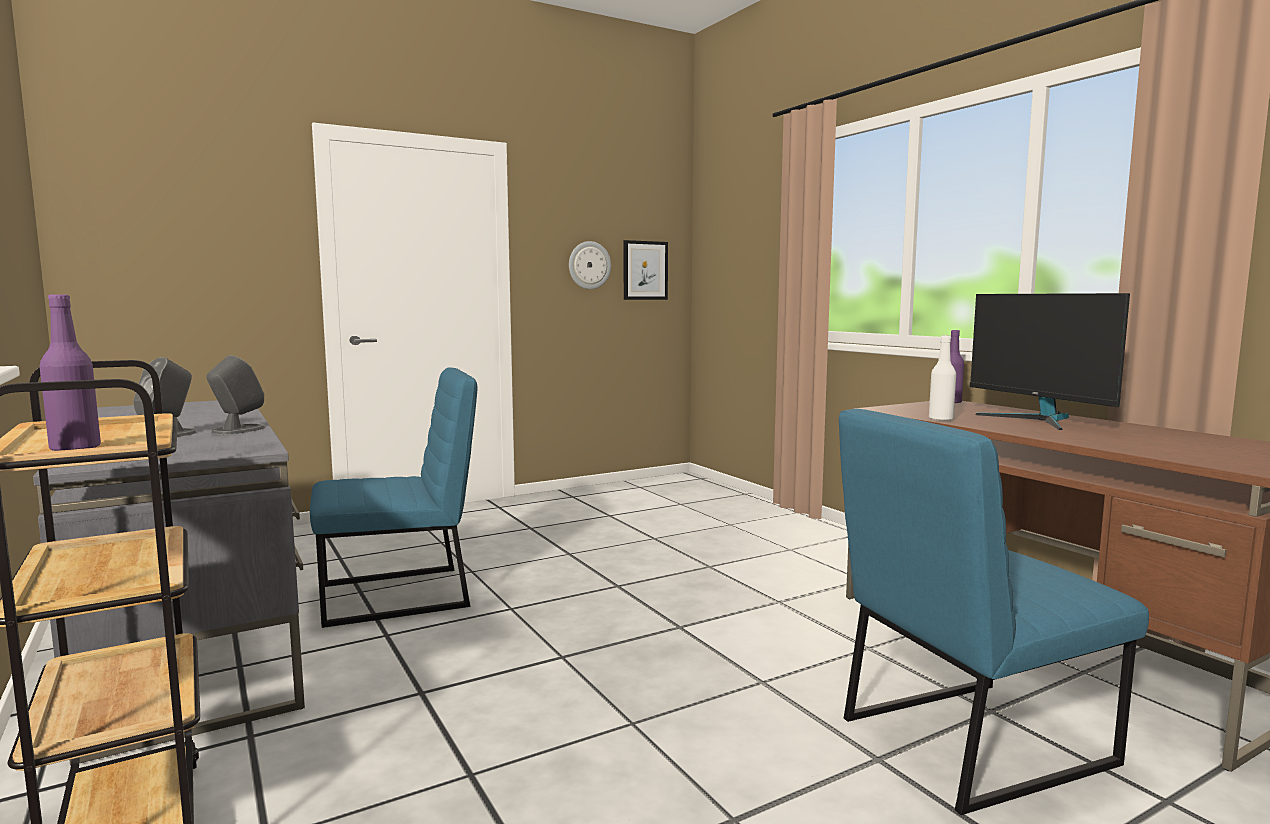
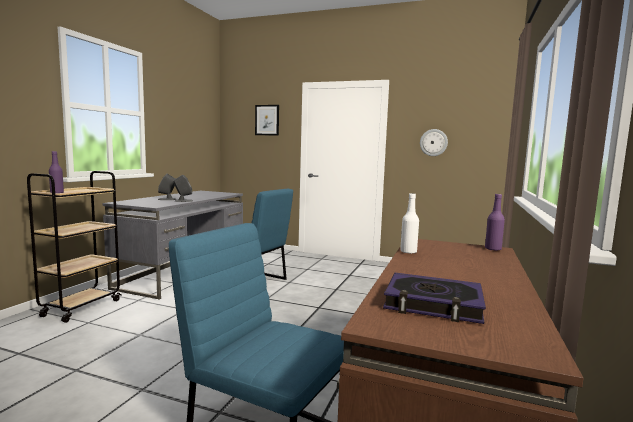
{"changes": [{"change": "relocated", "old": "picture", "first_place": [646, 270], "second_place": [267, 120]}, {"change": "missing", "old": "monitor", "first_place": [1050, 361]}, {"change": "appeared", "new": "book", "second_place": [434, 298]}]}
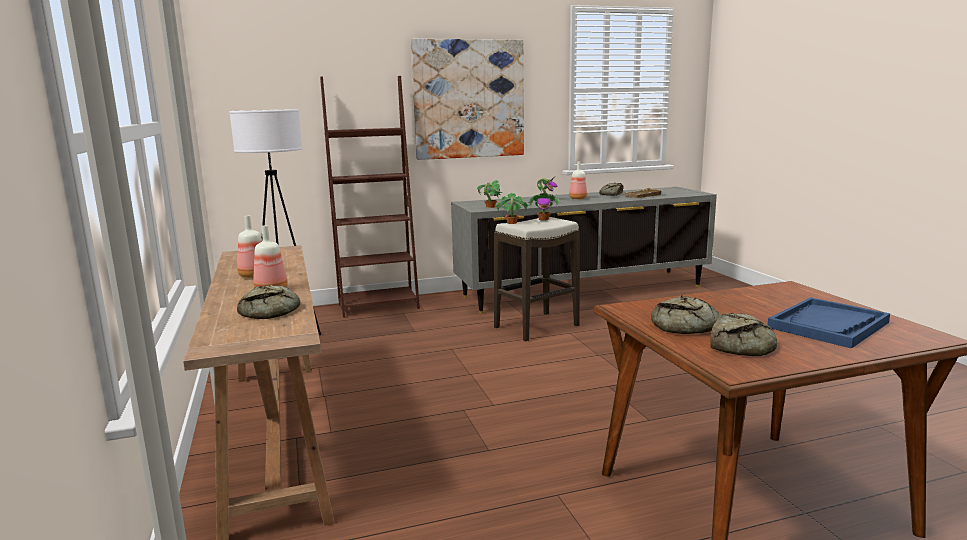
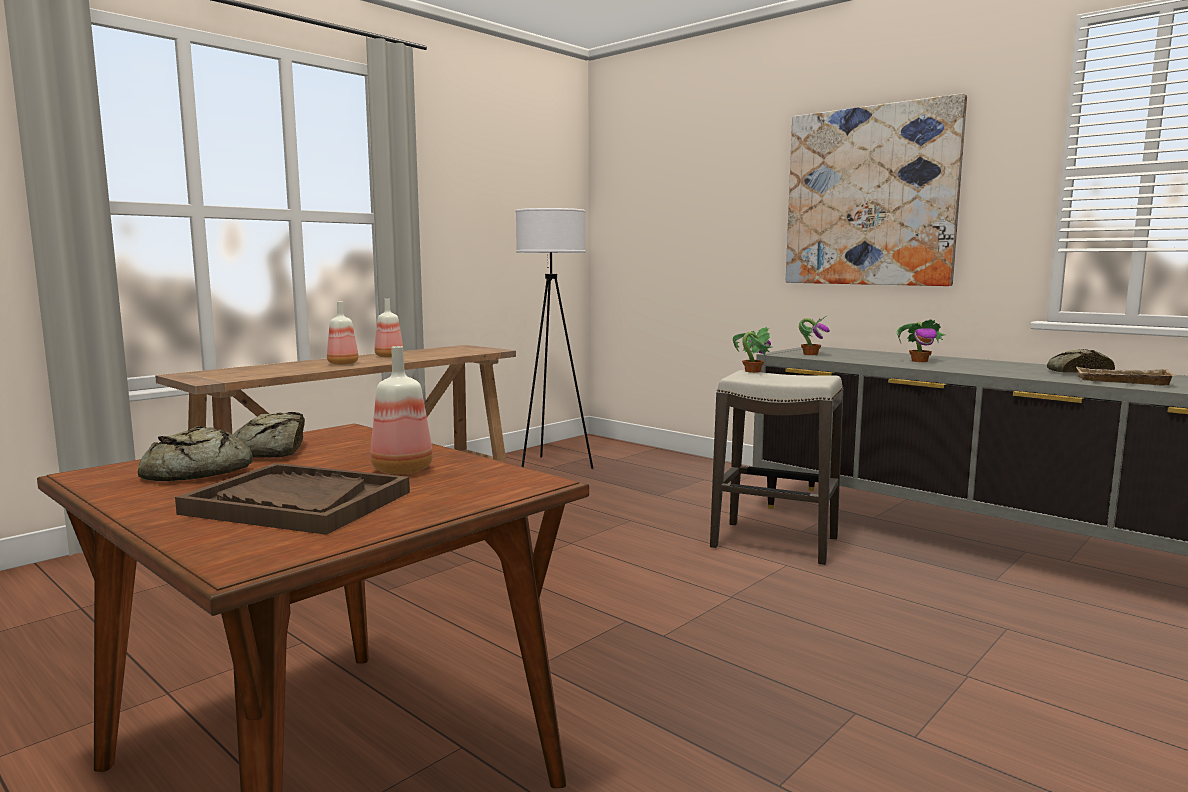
{"changes": [{"change": "missing", "old": "bread", "first_place": [268, 302]}, {"change": "missing", "old": "bookcase/brown", "first_place": [370, 197]}, {"change": "missing", "old": "potted plant", "first_place": [544, 206]}, {"change": "relocated", "old": "bottle", "first_place": [578, 180], "second_place": [401, 410]}, {"change": "colour", "old": "tray/blue", "new": "tray/brown", "first_place": [828, 322], "second_place": [292, 499]}]}
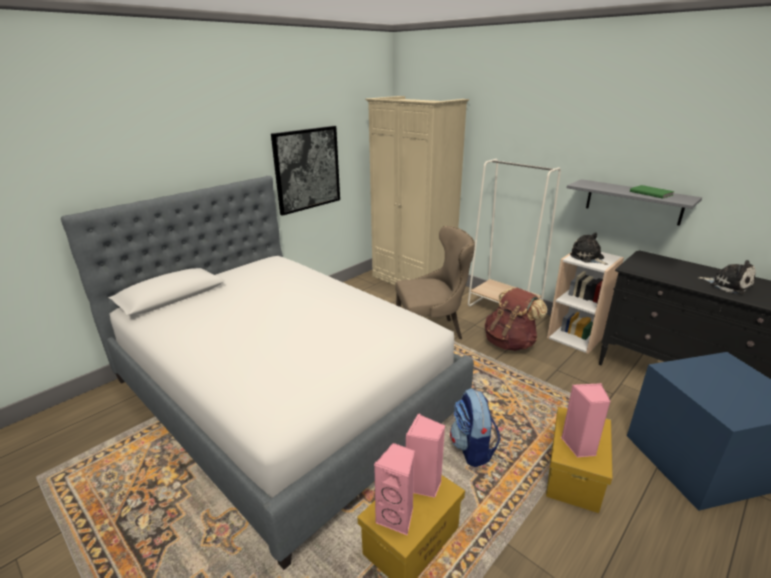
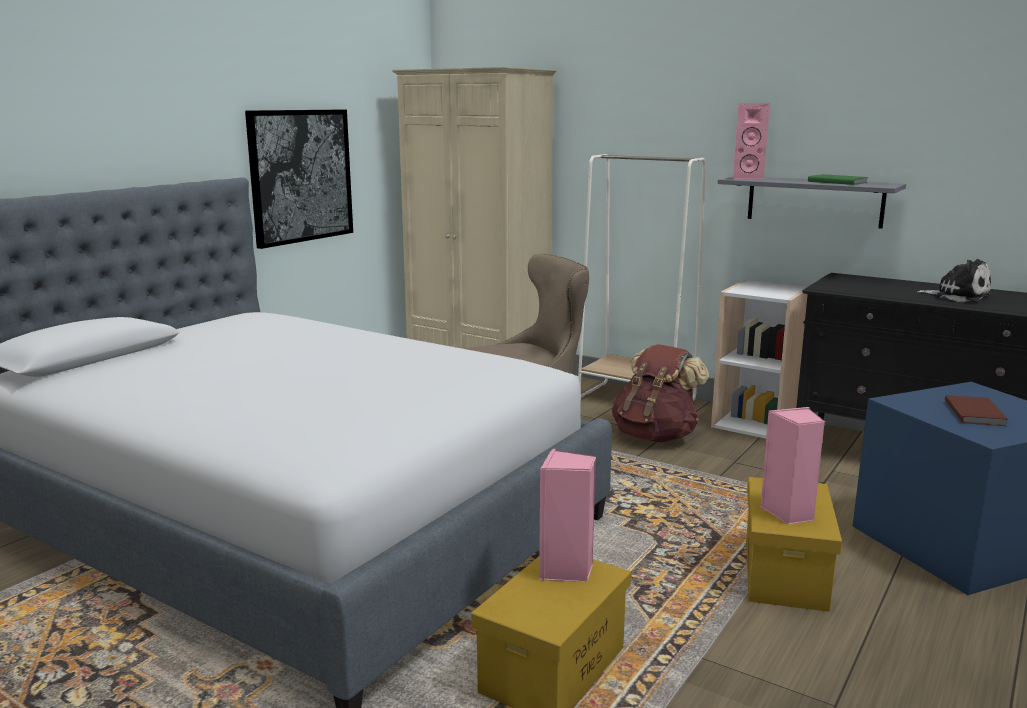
{"changes": [{"change": "relocated", "old": "speaker/pink", "first_place": [394, 489], "second_place": [751, 141]}, {"change": "missing", "old": "backpack", "first_place": [475, 427]}, {"change": "missing", "old": "plush toy", "first_place": [589, 249]}, {"change": "appeared", "new": "book/brown", "second_place": [976, 410]}]}
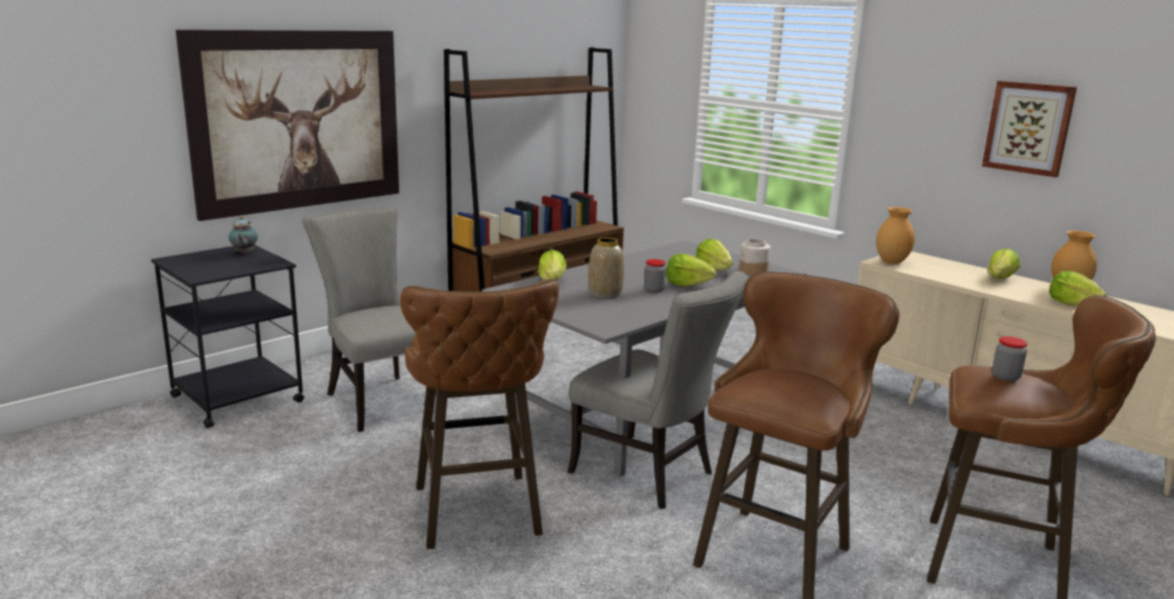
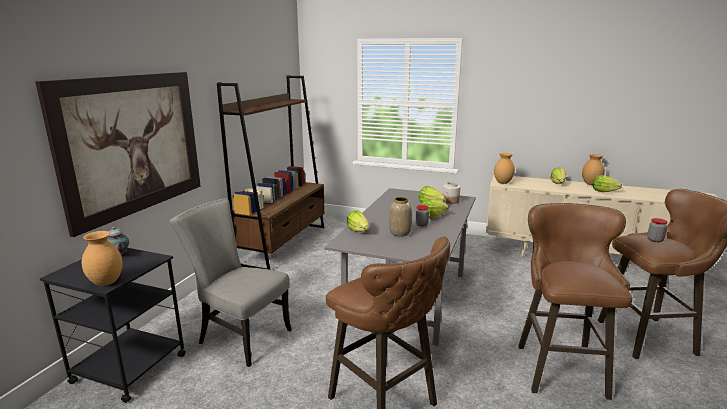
{"changes": [{"change": "missing", "old": "chair/grey", "first_place": [658, 390]}, {"change": "missing", "old": "picture", "first_place": [1029, 129]}, {"change": "appeared", "new": "vase/brown", "second_place": [102, 258]}]}
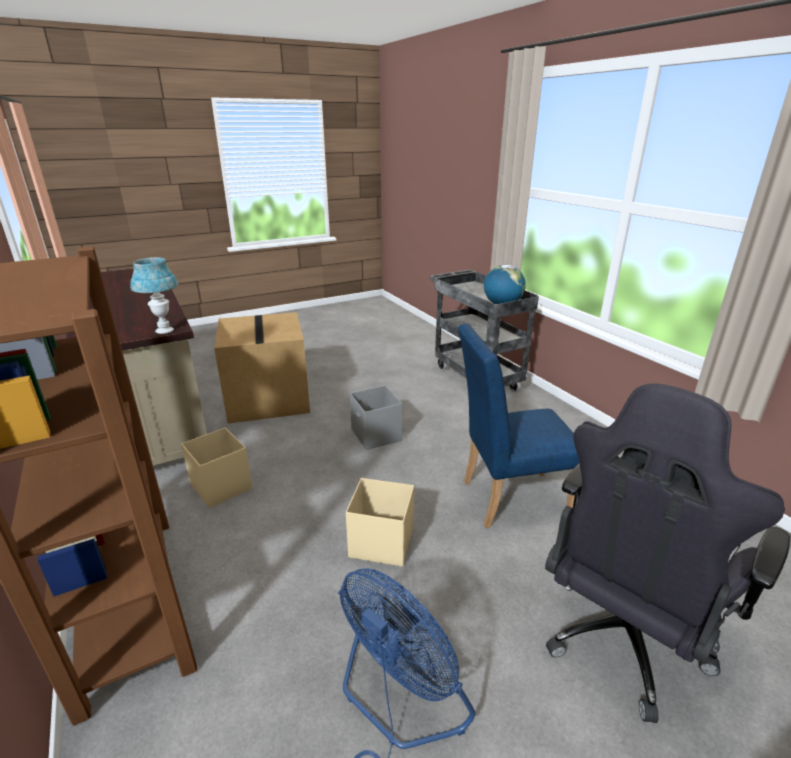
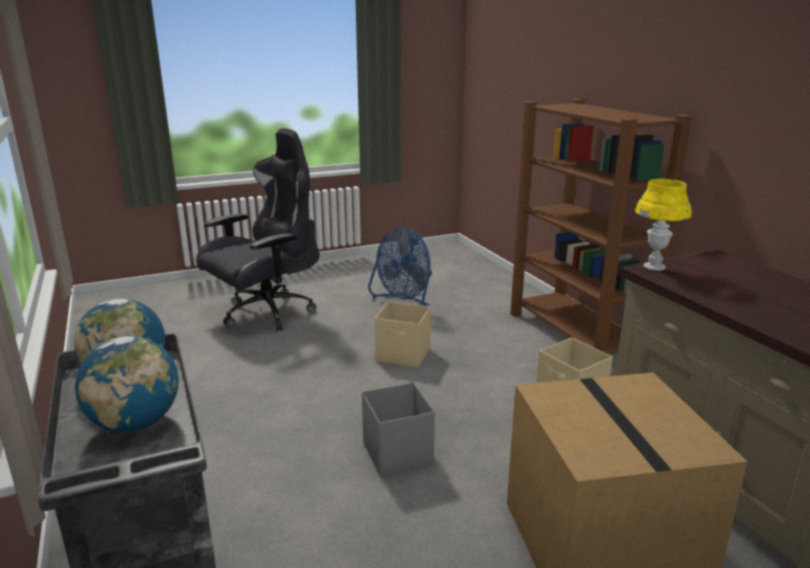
{"changes": [{"change": "colour", "old": "table lamp/blue", "new": "table lamp/yellow", "first_place": [154, 295], "second_place": [663, 225]}, {"change": "missing", "old": "chair/blue", "first_place": [519, 426]}, {"change": "appeared", "new": "globe", "second_place": [127, 384]}]}
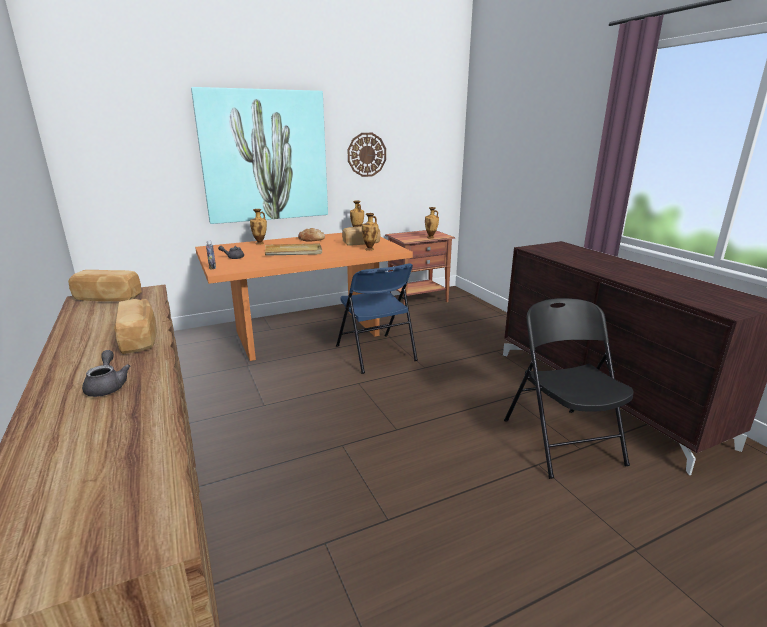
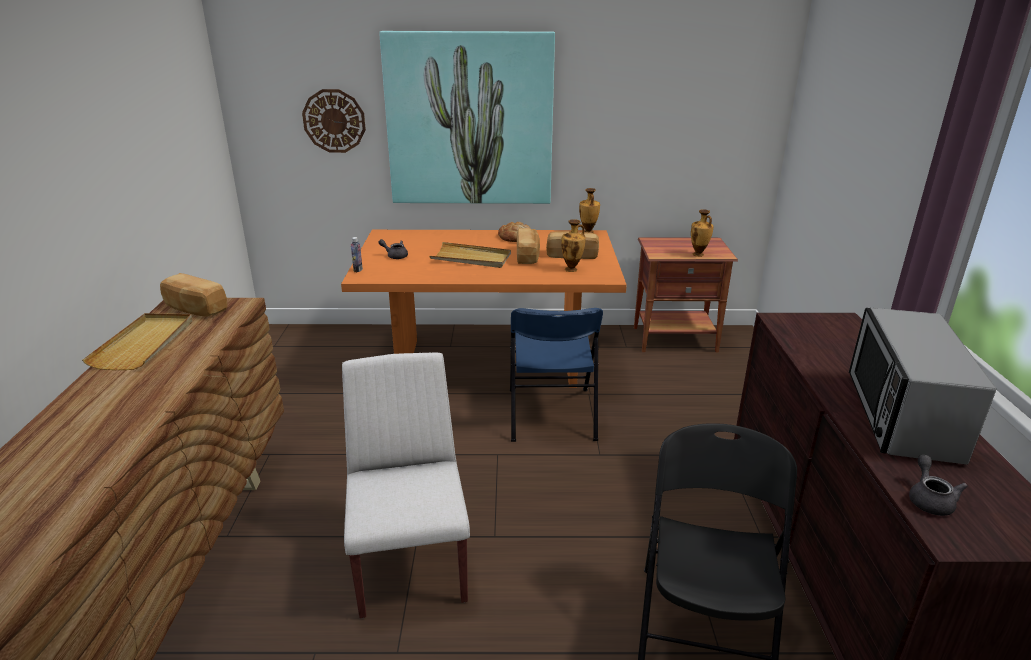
{"changes": [{"change": "relocated", "old": "teapot/grey", "first_place": [106, 373], "second_place": [938, 485]}, {"change": "relocated", "old": "bread", "first_place": [135, 326], "second_place": [528, 246]}, {"change": "missing", "old": "vase", "first_place": [258, 227]}, {"change": "relocated", "old": "wall clock", "first_place": [367, 155], "second_place": [334, 121]}, {"change": "appeared", "new": "tray/beige", "second_place": [137, 341]}, {"change": "appeared", "new": "chair/white", "second_place": [406, 485]}, {"change": "appeared", "new": "microwave", "second_place": [922, 386]}]}
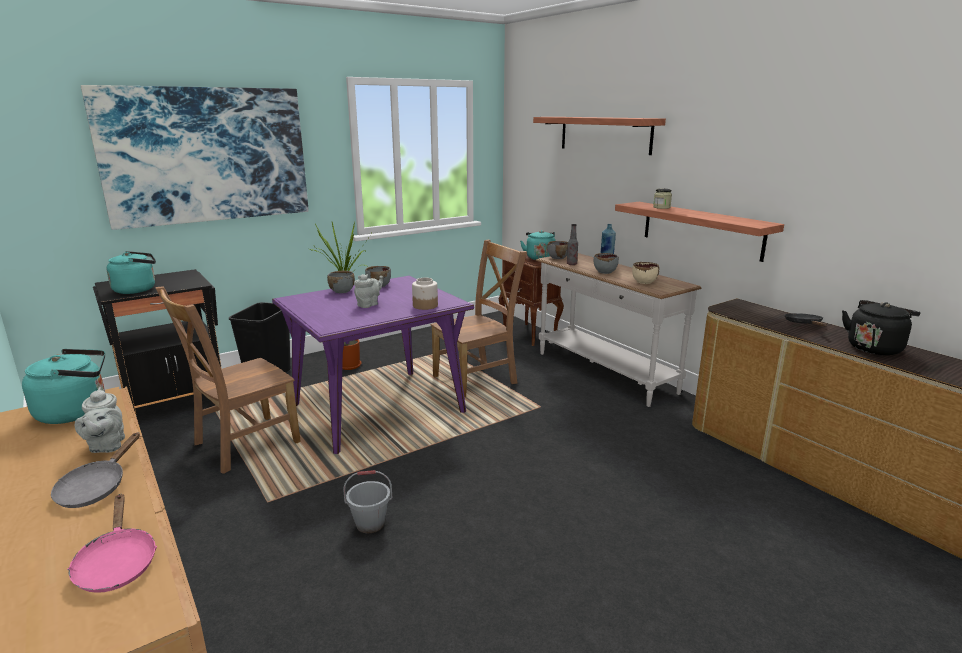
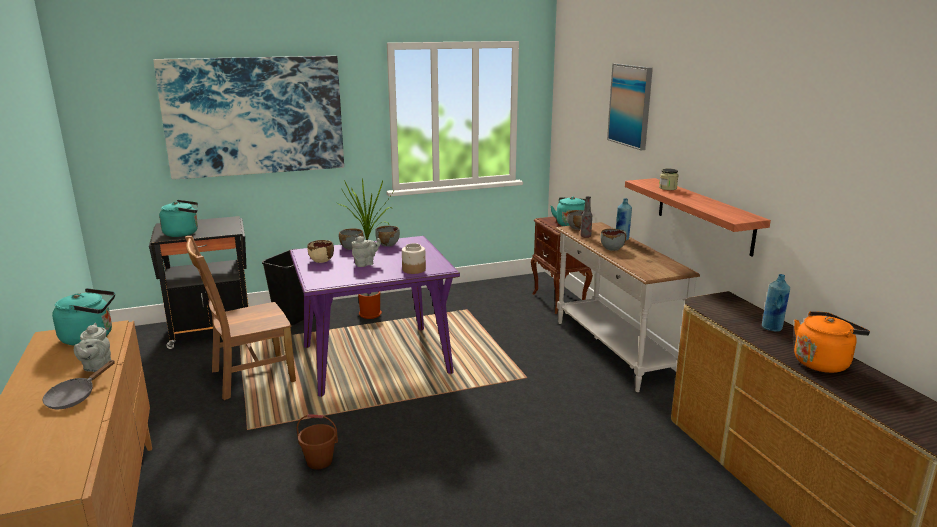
{"changes": [{"change": "missing", "old": "frying pan/pink", "first_place": [112, 543]}, {"change": "colour", "old": "bucket/grey", "new": "bucket/brown", "first_place": [367, 501], "second_place": [317, 441]}, {"change": "missing", "old": "chair/brown", "first_place": [479, 318]}, {"change": "exchanged", "old": "shelf", "new": "picture", "first_place": [599, 136], "second_place": [630, 107]}, {"change": "relocated", "old": "bowl/beige", "first_place": [645, 273], "second_place": [320, 251]}, {"change": "exchanged", "old": "frying pan/black", "new": "bottle/blue", "first_place": [806, 319], "second_place": [776, 303]}, {"change": "colour", "old": "kettle/black", "new": "kettle/orange", "first_place": [881, 327], "second_place": [832, 342]}]}
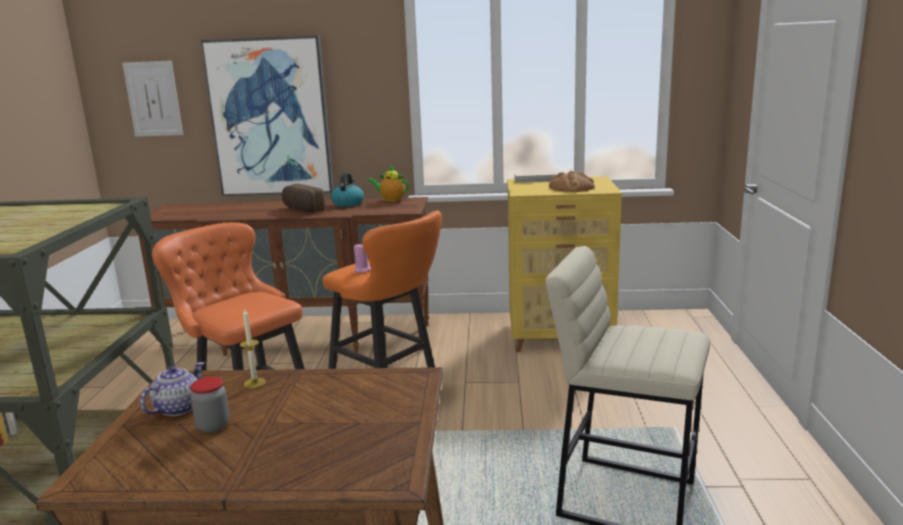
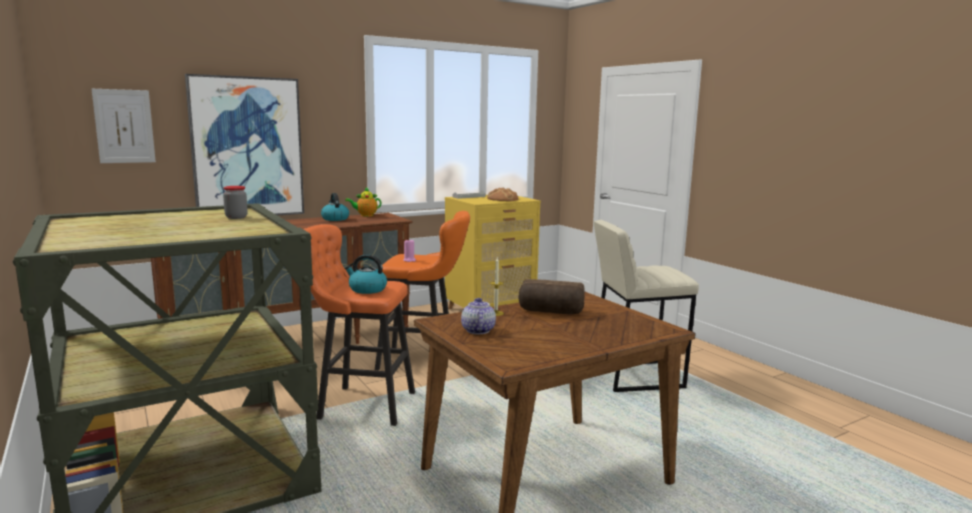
{"changes": [{"change": "relocated", "old": "jar", "first_place": [210, 405], "second_place": [235, 202]}, {"change": "relocated", "old": "bread", "first_place": [303, 198], "second_place": [551, 296]}, {"change": "appeared", "new": "kettle", "second_place": [366, 274]}]}
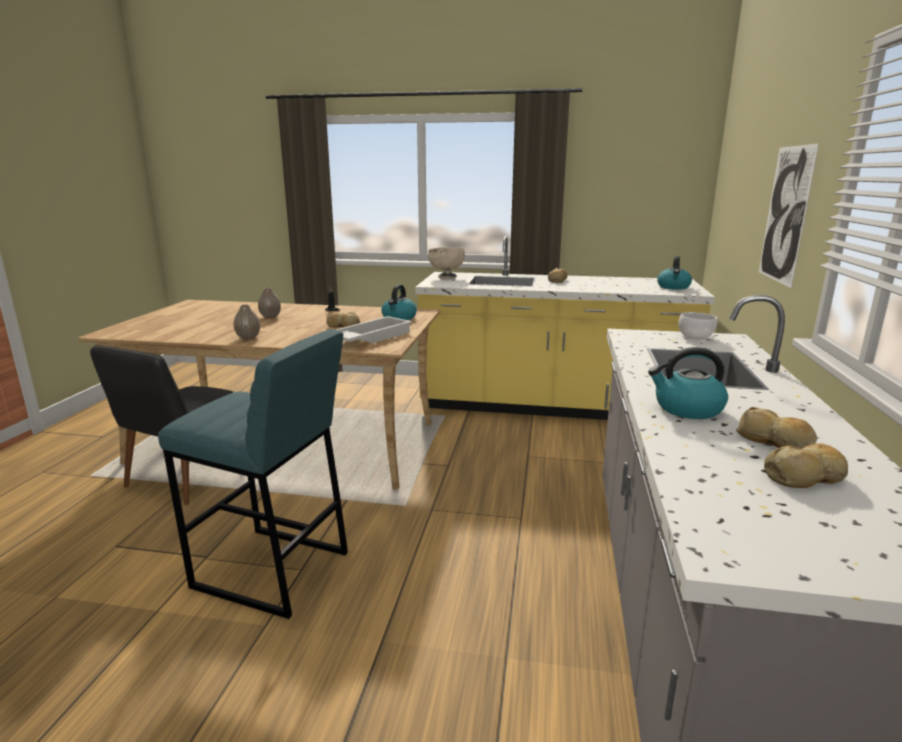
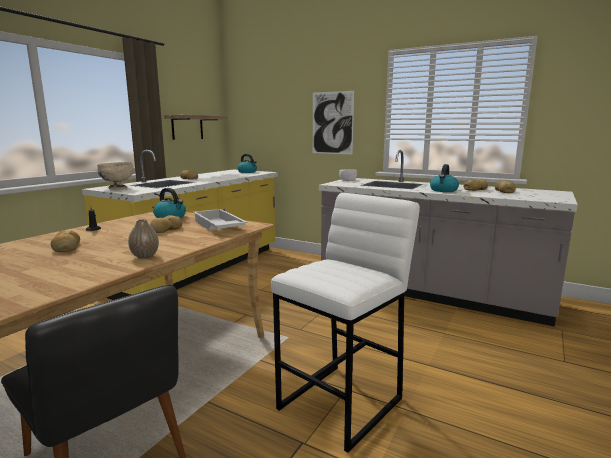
{"changes": [{"change": "colour", "old": "stool/turquoise", "new": "stool/white", "first_place": [253, 474], "second_place": [345, 323]}, {"change": "exchanged", "old": "vase", "new": "bread", "first_place": [269, 303], "second_place": [65, 241]}, {"change": "appeared", "new": "shelf", "second_place": [196, 127]}]}
